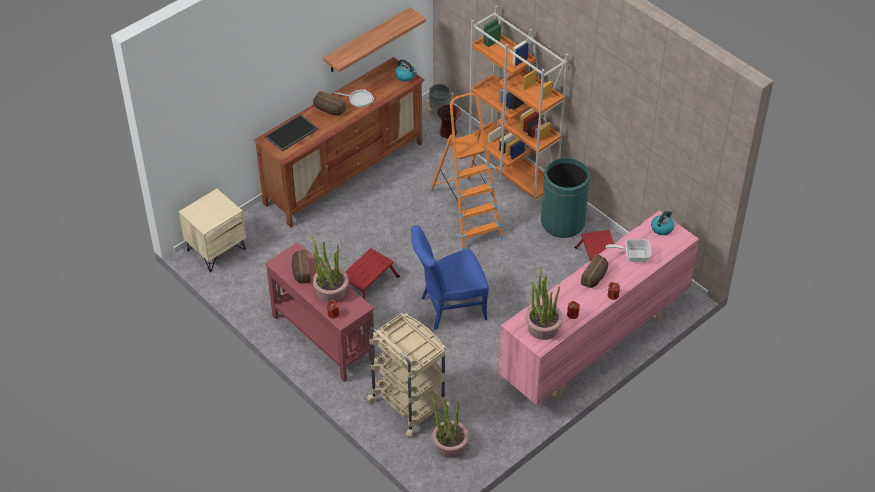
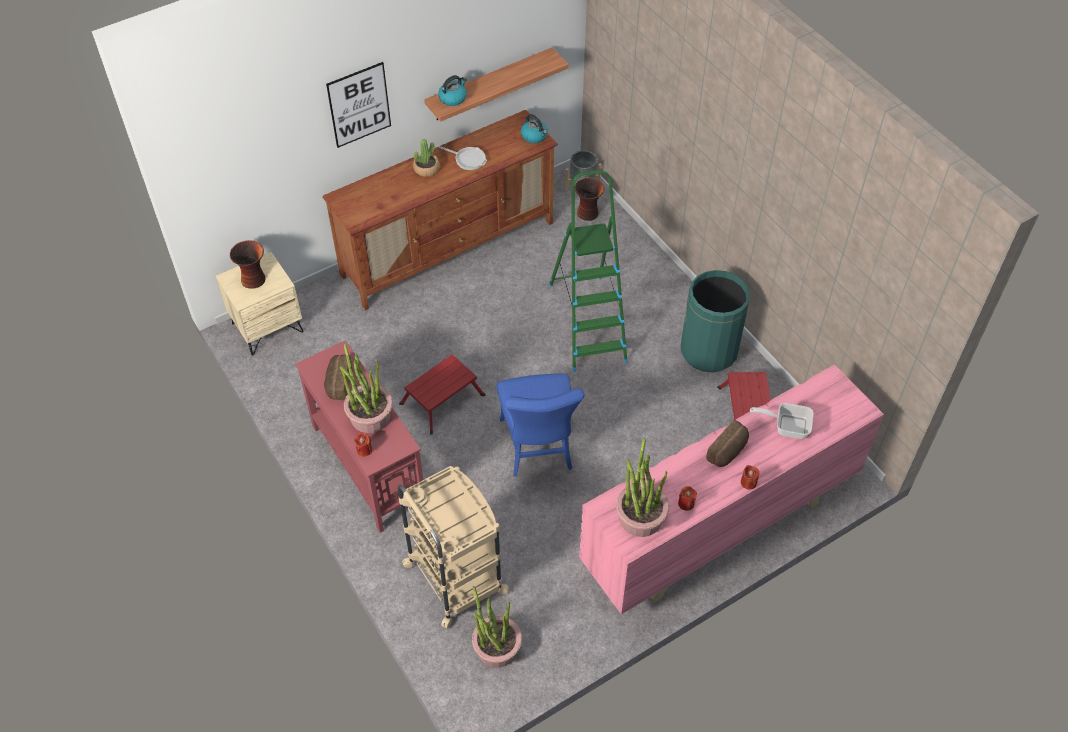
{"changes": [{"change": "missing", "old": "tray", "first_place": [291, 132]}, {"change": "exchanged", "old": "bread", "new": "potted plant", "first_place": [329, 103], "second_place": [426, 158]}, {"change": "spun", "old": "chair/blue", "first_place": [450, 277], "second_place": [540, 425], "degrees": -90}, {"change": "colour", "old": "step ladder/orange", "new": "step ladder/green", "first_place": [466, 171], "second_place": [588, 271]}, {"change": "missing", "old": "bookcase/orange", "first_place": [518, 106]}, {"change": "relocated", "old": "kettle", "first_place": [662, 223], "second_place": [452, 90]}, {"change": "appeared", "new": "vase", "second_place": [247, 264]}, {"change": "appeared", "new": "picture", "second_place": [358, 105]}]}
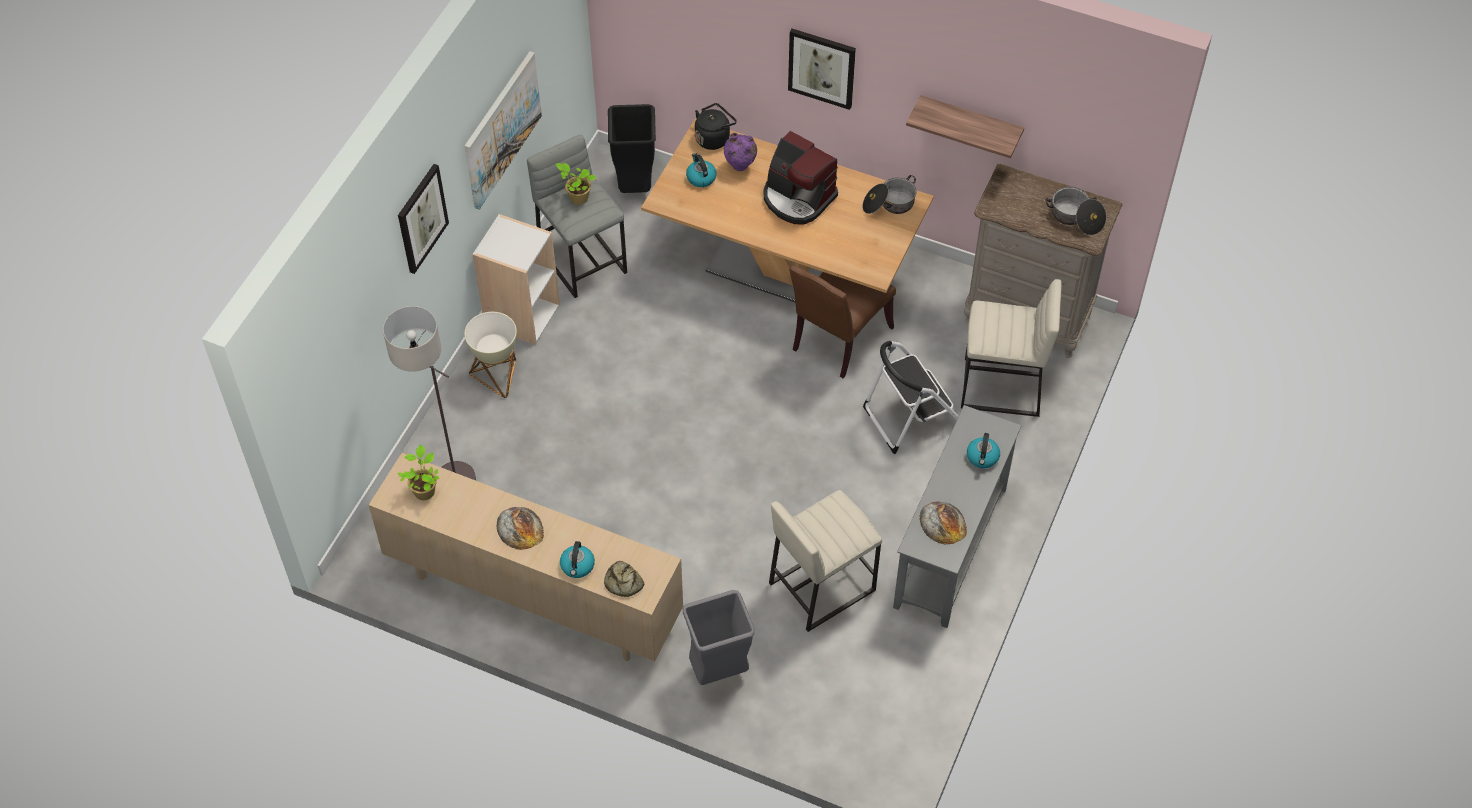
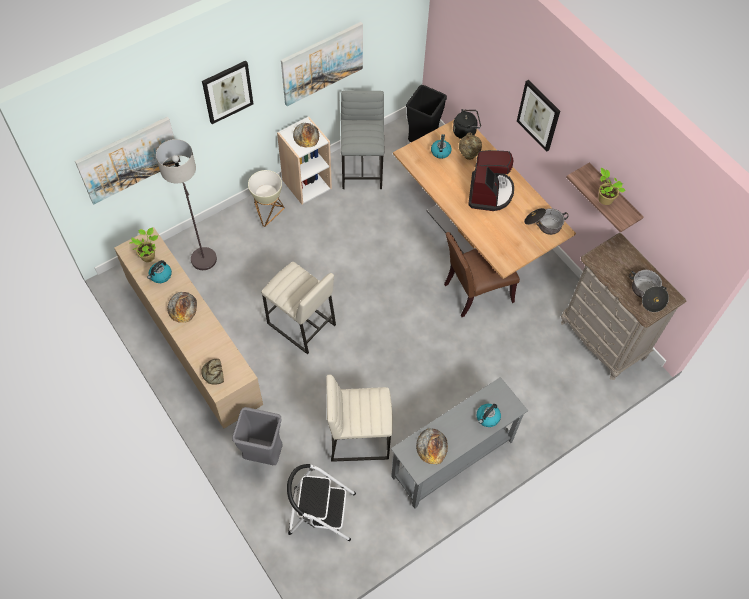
{"changes": [{"change": "relocated", "old": "potted plant", "first_place": [576, 183], "second_place": [612, 186]}, {"change": "relocated", "old": "kettle", "first_place": [577, 559], "second_place": [159, 271]}, {"change": "colour", "old": "vase/purple", "new": "vase/beige", "first_place": [740, 152], "second_place": [470, 146]}, {"change": "spun", "old": "coffee machine", "first_place": [801, 178], "second_place": [491, 180], "degrees": -150}, {"change": "relocated", "old": "step ladder", "first_place": [911, 397], "second_place": [321, 502]}, {"change": "relocated", "old": "stool/beige", "first_place": [1011, 348], "second_place": [298, 308]}, {"change": "appeared", "new": "picture", "second_place": [127, 160]}, {"change": "appeared", "new": "bread", "second_place": [306, 135]}]}
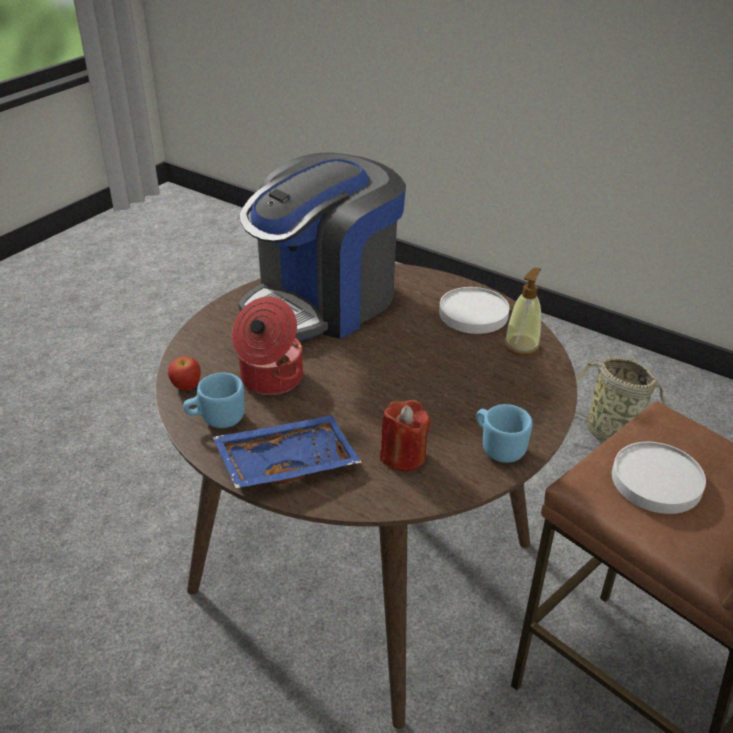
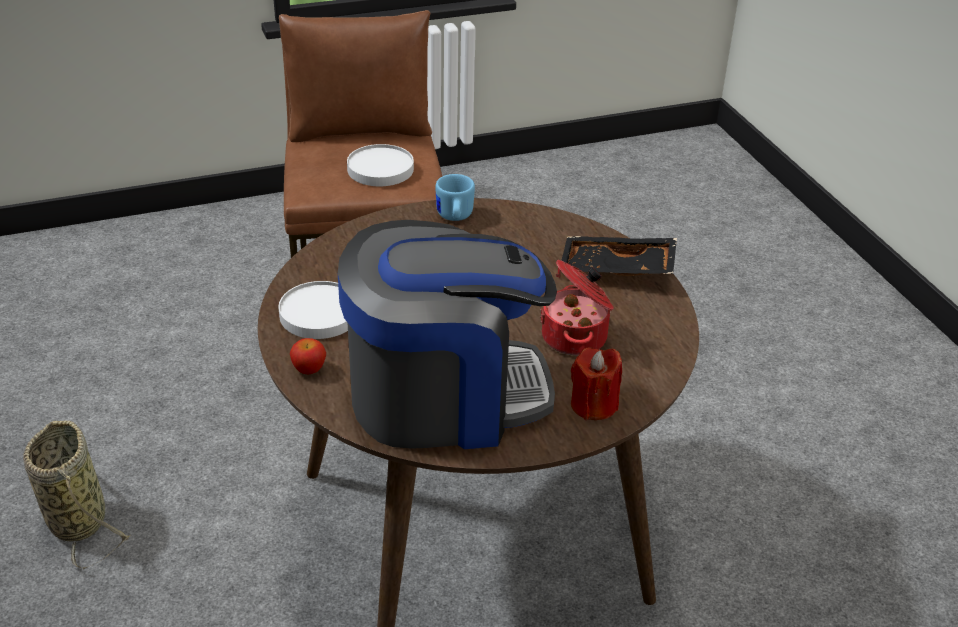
{"changes": [{"change": "relocated", "old": "apple", "first_place": [184, 373], "second_place": [308, 356]}, {"change": "missing", "old": "mug/blue", "first_place": [214, 400]}, {"change": "colour", "old": "tray/blue", "new": "tray/black", "first_place": [287, 451], "second_place": [619, 256]}, {"change": "relocated", "old": "candle/red", "first_place": [405, 436], "second_place": [596, 383]}, {"change": "missing", "old": "soap dispenser", "first_place": [522, 312]}]}
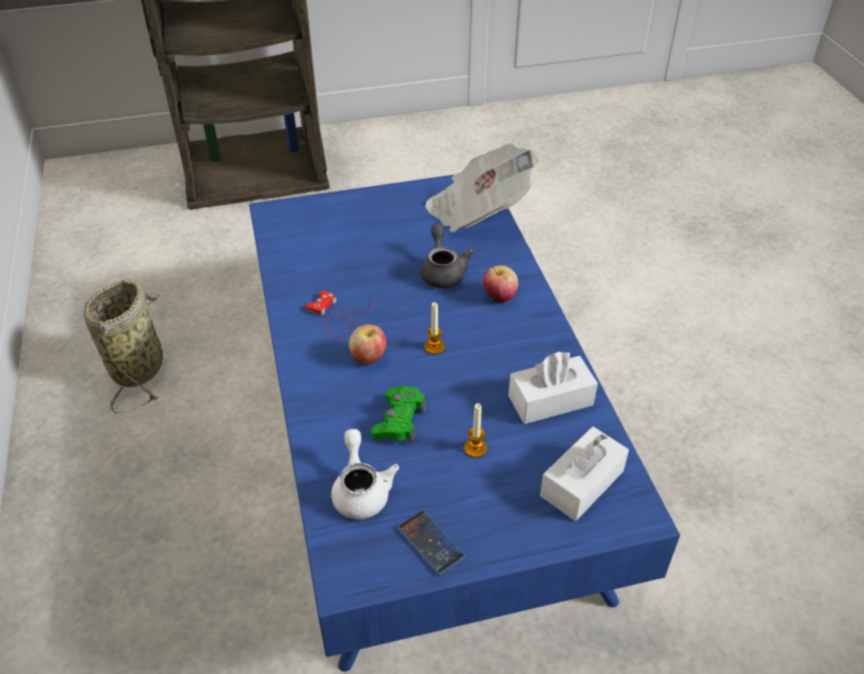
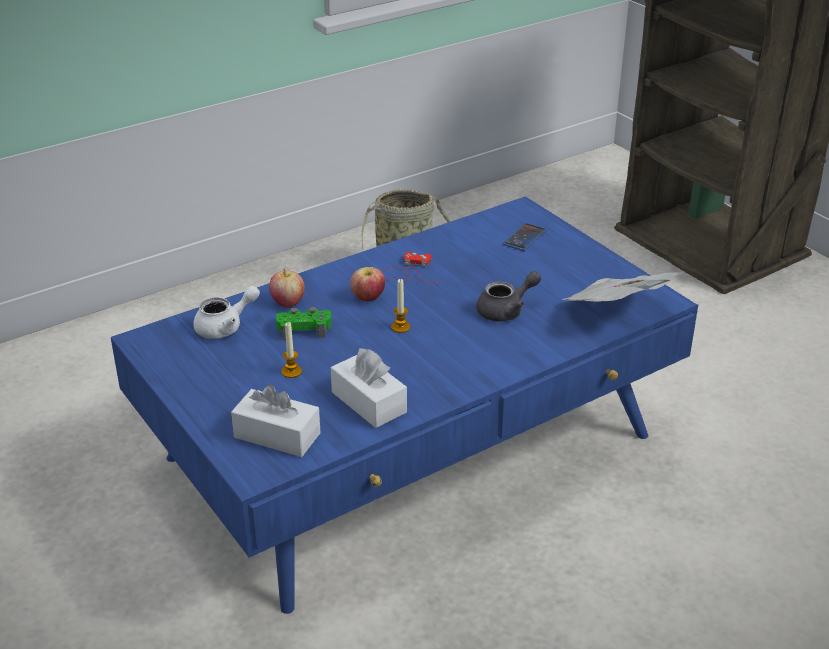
{"changes": [{"change": "relocated", "old": "phone", "first_place": [431, 542], "second_place": [524, 237]}, {"change": "relocated", "old": "apple", "first_place": [500, 284], "second_place": [287, 288]}]}
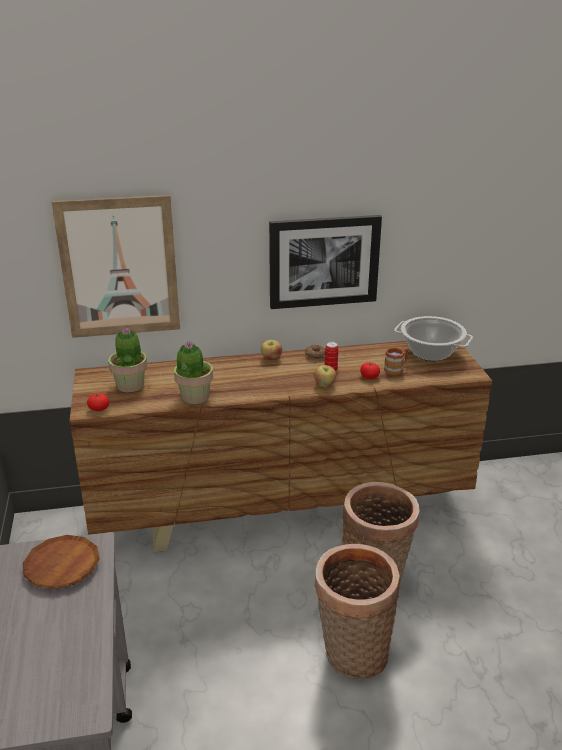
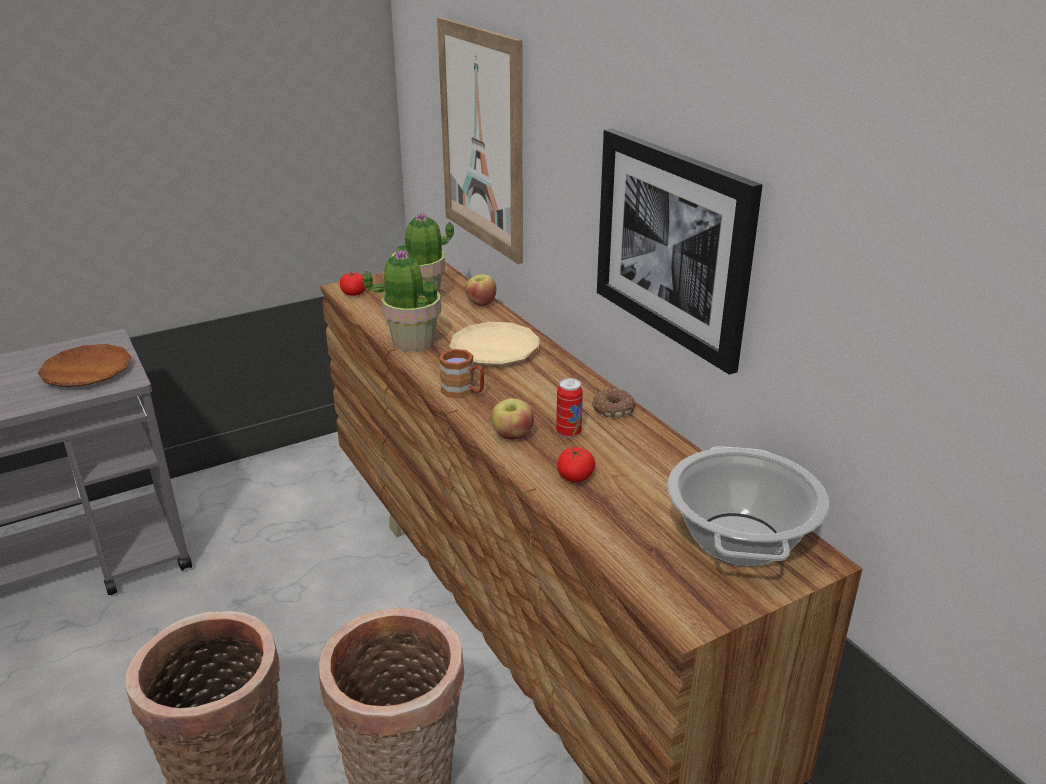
{"changes": [{"change": "relocated", "old": "apple", "first_place": [271, 350], "second_place": [480, 290]}, {"change": "relocated", "old": "mug/brown", "first_place": [396, 361], "second_place": [461, 373]}, {"change": "appeared", "new": "plate/beige", "second_place": [495, 343]}]}
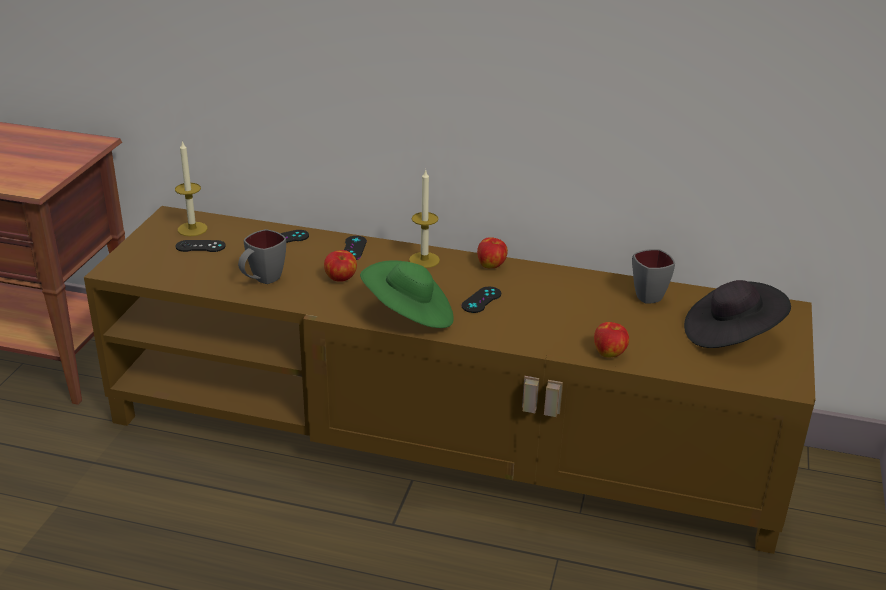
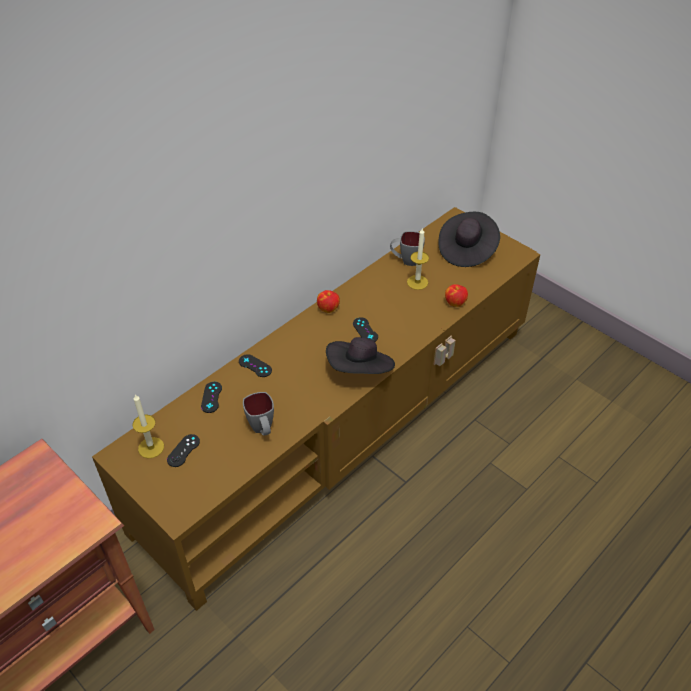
{"changes": [{"change": "missing", "old": "apple", "first_place": [340, 266]}, {"change": "colour", "old": "hat/green", "new": "hat/black", "first_place": [407, 294], "second_place": [360, 355]}, {"change": "relocated", "old": "candle", "first_place": [424, 218], "second_place": [418, 259]}]}
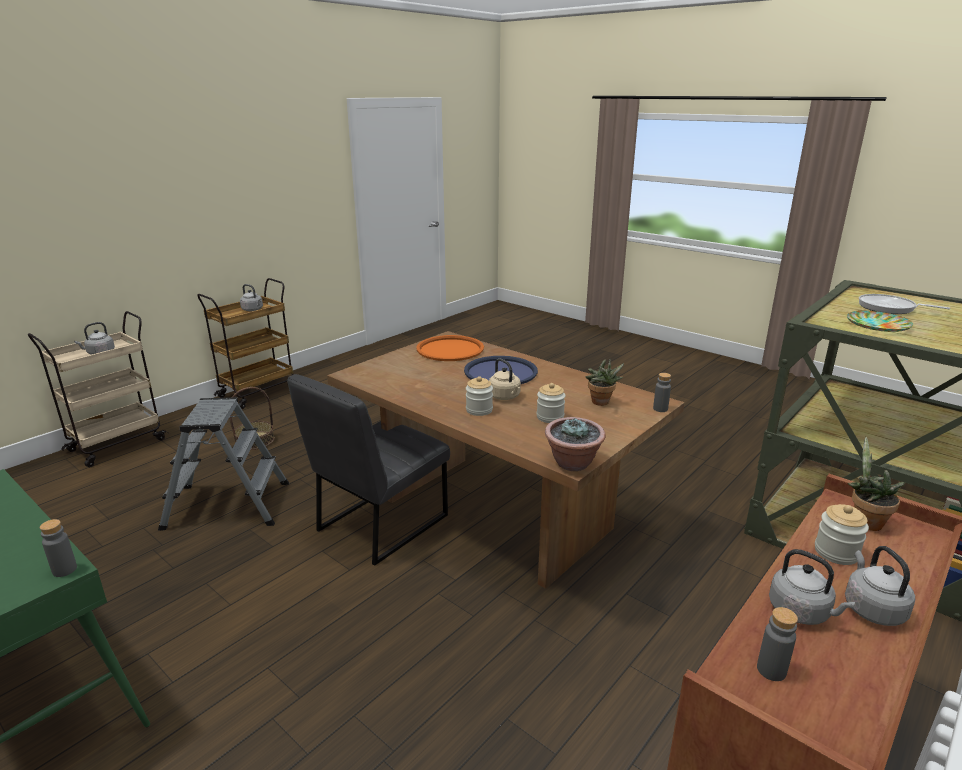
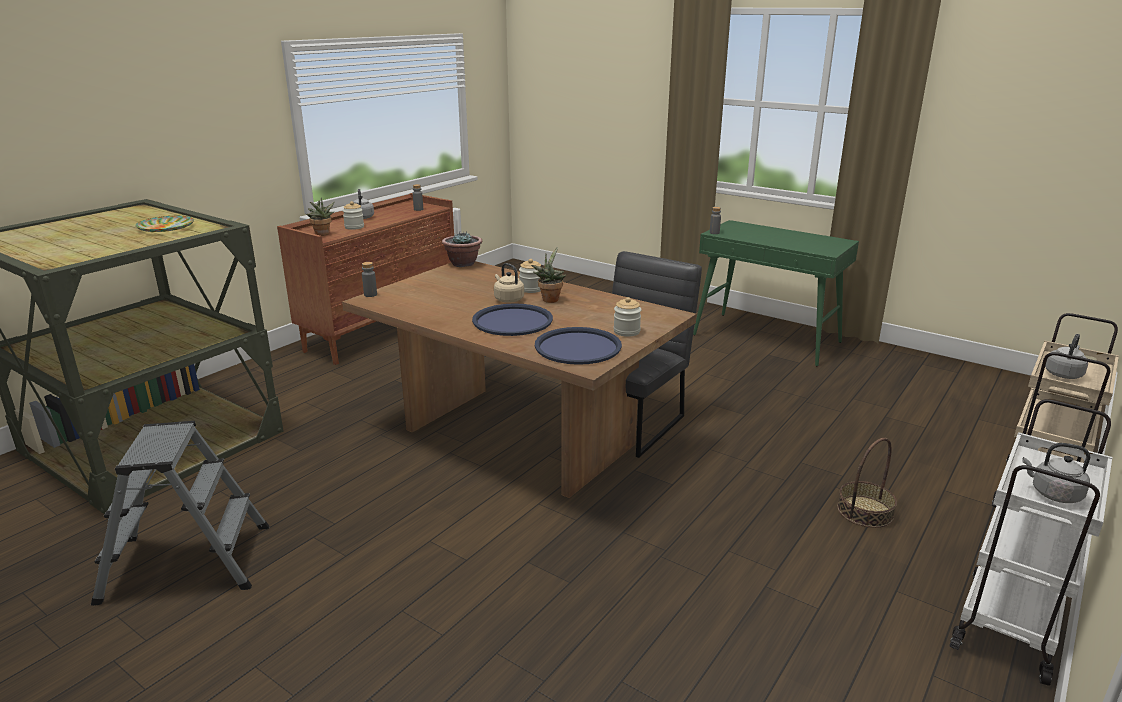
{"changes": [{"change": "relocated", "old": "step ladder/grey", "first_place": [223, 464], "second_place": [180, 513]}, {"change": "colour", "old": "cart/brown", "new": "cart/white", "first_place": [245, 343], "second_place": [1031, 542]}, {"change": "colour", "old": "tray/orange", "new": "tray/blue", "first_place": [450, 348], "second_place": [578, 346]}, {"change": "relocated", "old": "jar", "first_place": [551, 403], "second_place": [627, 317]}, {"change": "relocated", "old": "potted plant", "first_place": [605, 382], "second_place": [548, 275]}, {"change": "missing", "old": "kettle/grey", "first_place": [812, 587]}, {"change": "missing", "old": "frying pan", "first_place": [905, 304]}]}
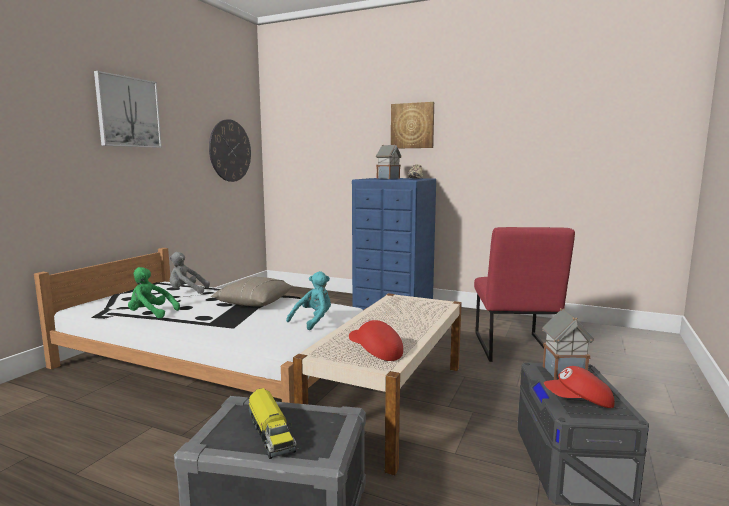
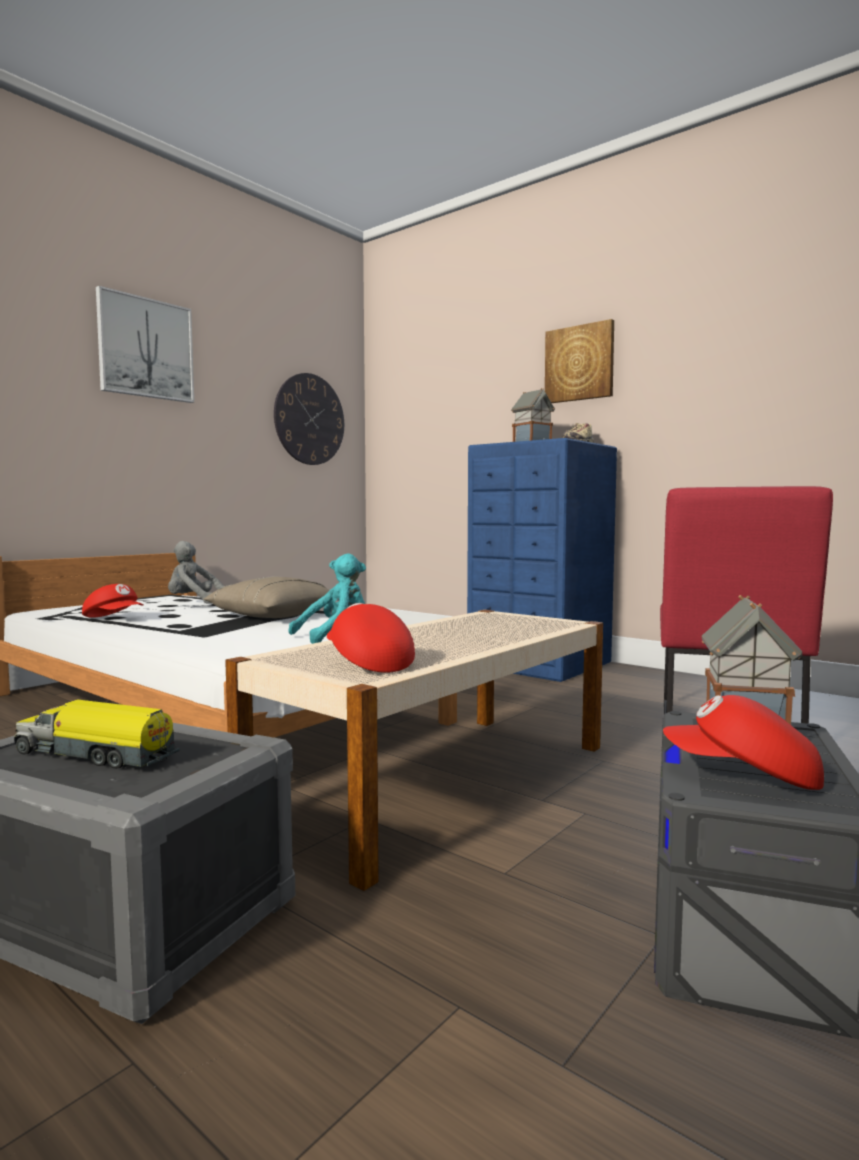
{"changes": [{"change": "exchanged", "old": "plush toy/green", "new": "cap/red", "first_place": [154, 292], "second_place": [112, 601]}, {"change": "spun", "old": "toy truck", "first_place": [273, 423], "second_place": [97, 734], "degrees": 120}]}
